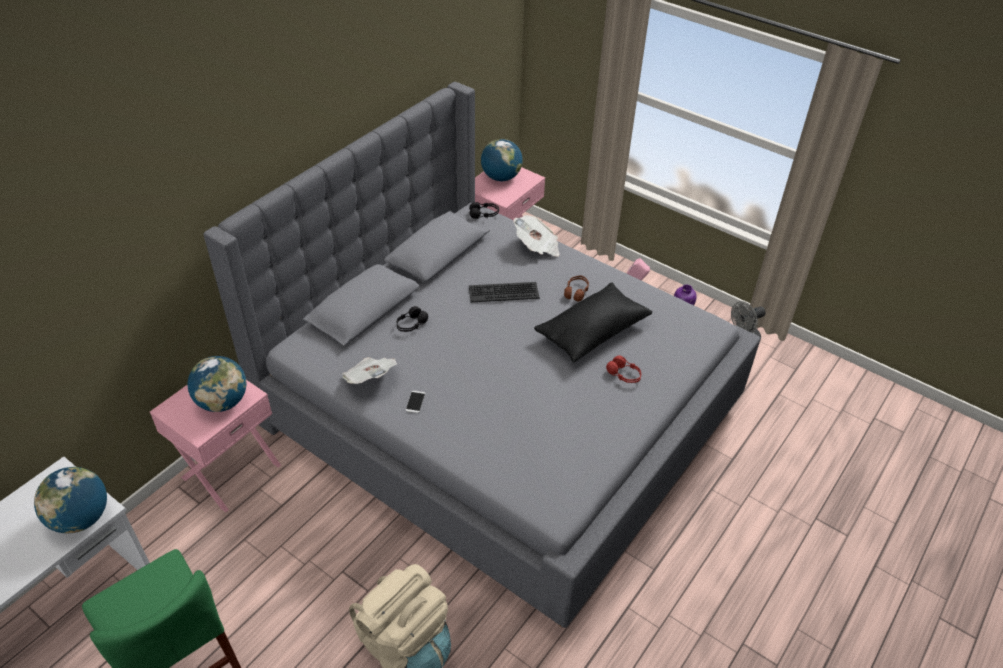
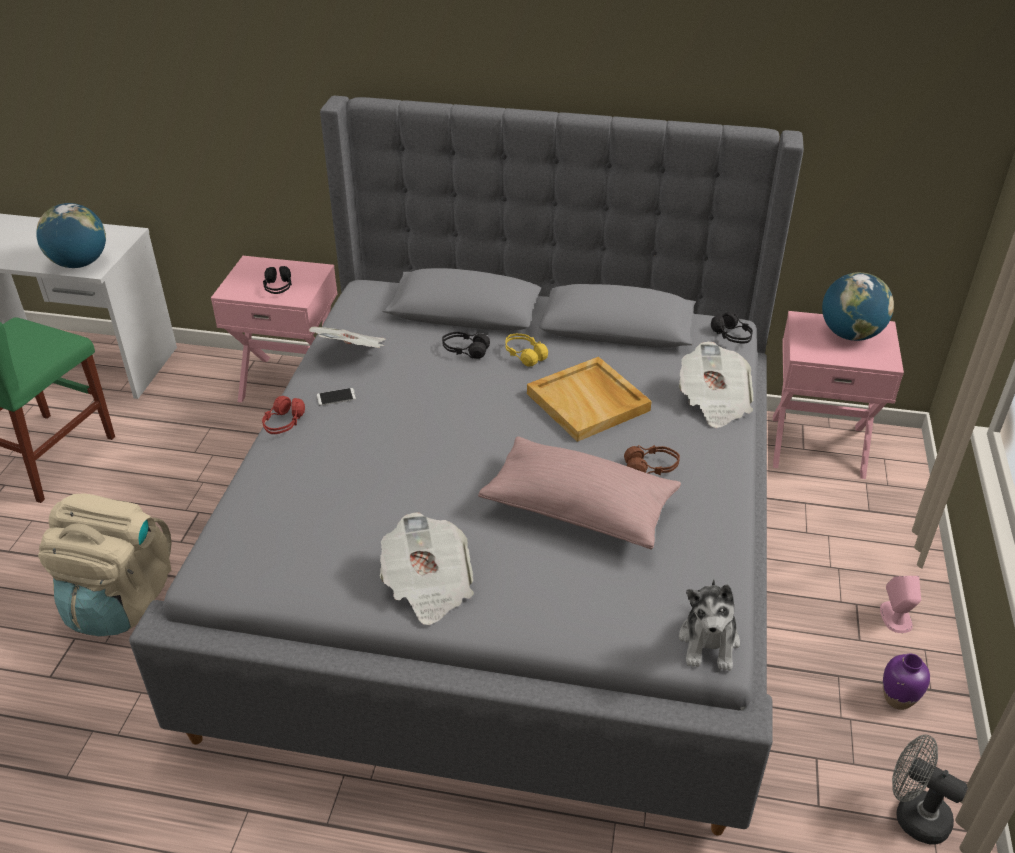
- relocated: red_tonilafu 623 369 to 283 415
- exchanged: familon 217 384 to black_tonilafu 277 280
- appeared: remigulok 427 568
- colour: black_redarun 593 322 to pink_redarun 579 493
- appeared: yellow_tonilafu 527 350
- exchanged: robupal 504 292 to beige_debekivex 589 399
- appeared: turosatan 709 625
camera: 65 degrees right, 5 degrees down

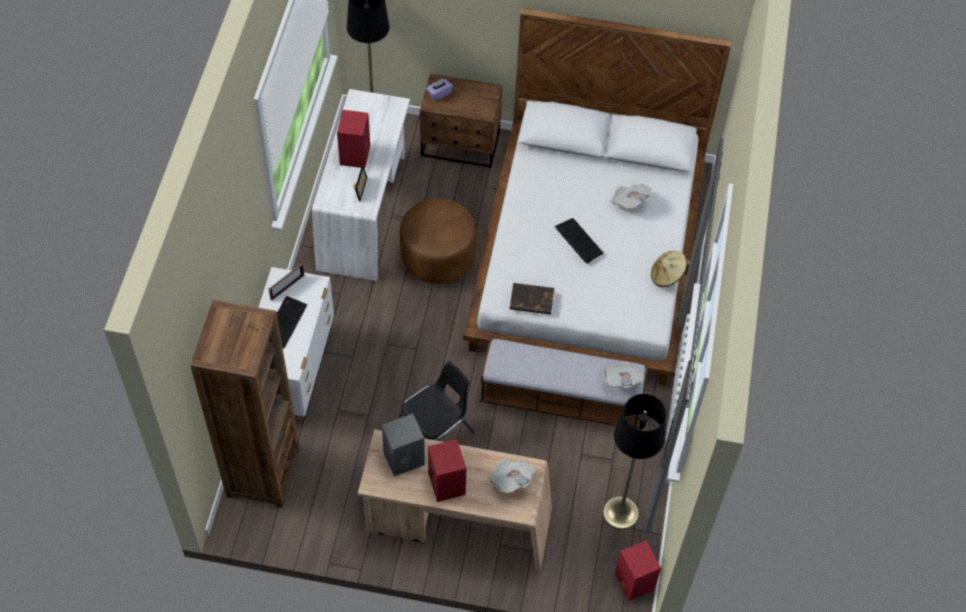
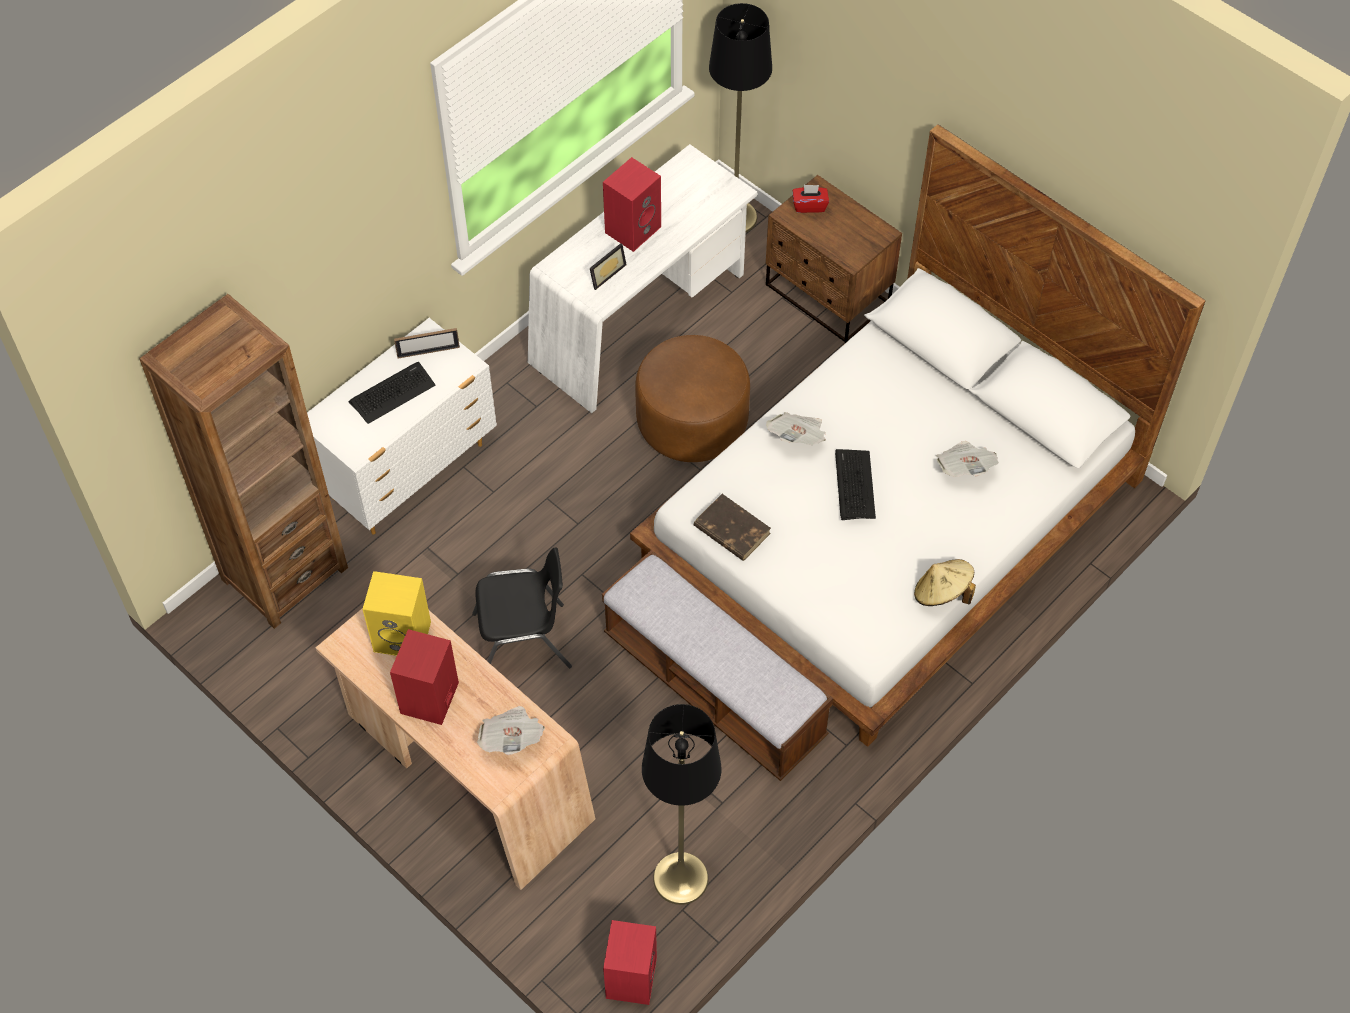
- colour: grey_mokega 403 445 to yellow_mokega 396 613
- relocated: remigulok 624 374 to 796 428
- colour: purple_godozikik 439 89 to red_godozikik 811 199
camera: 35 degrees right, 0 degrees up

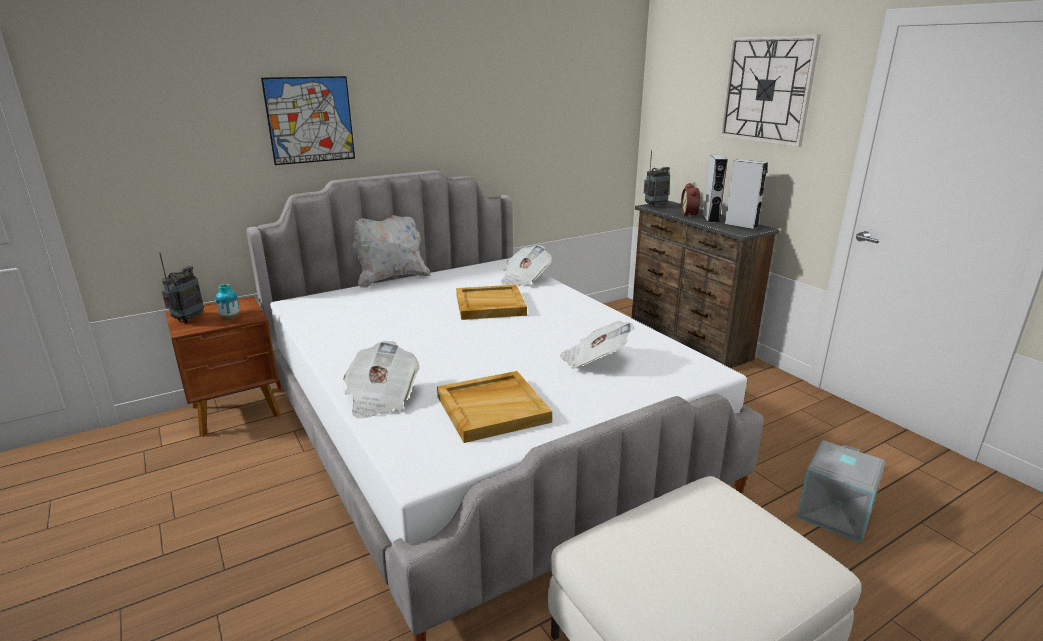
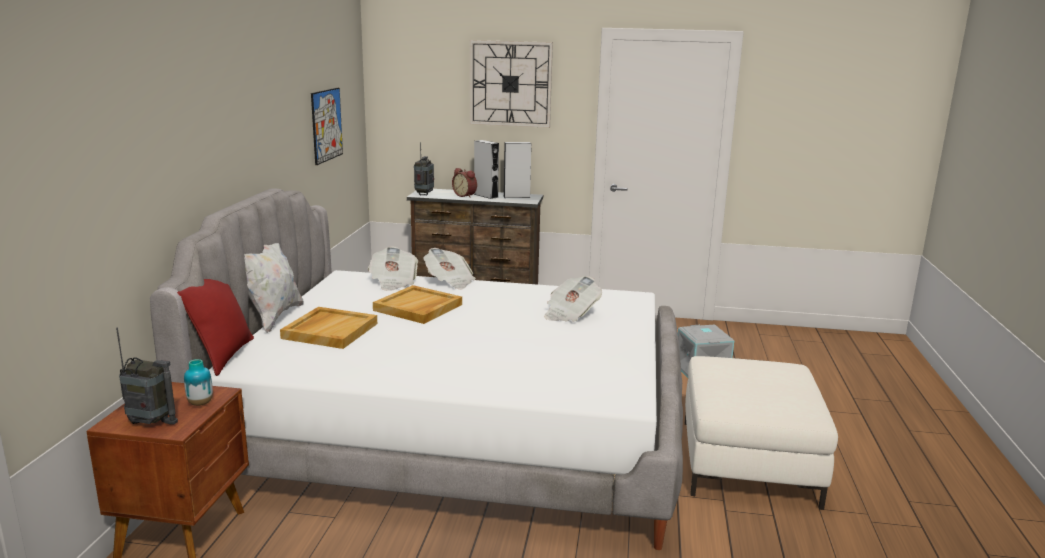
- spun: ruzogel 181 287 = 147 376 135 degrees clockwise
- appeared: red_redarun 215 327
- relocated: beige_debekivex 494 407 to 328 328
- relocated: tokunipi 308 120 to 327 126
- relocated: remigulok 381 379 to 449 269
camera: 50 degrees left, 5 degrees down

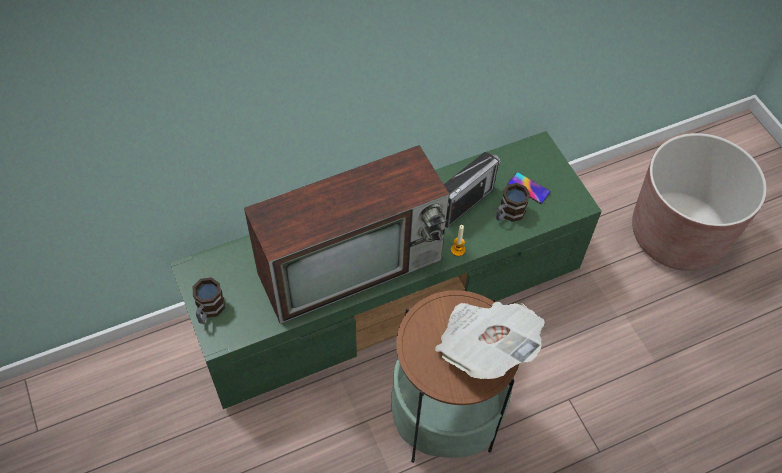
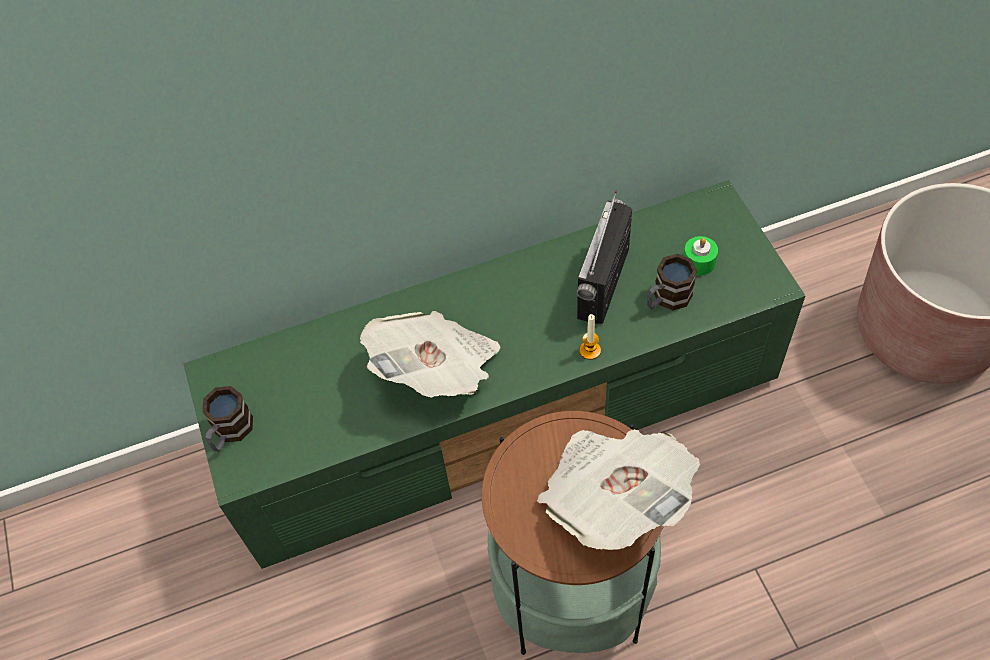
- exchanged: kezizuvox 346 234 to remigulok 430 354
- spun: ruzogel 472 190 = 604 257 150 degrees clockwise
- exchanged: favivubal 529 188 to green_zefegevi 701 255
camera: 10 degrees right, 0 degrees up

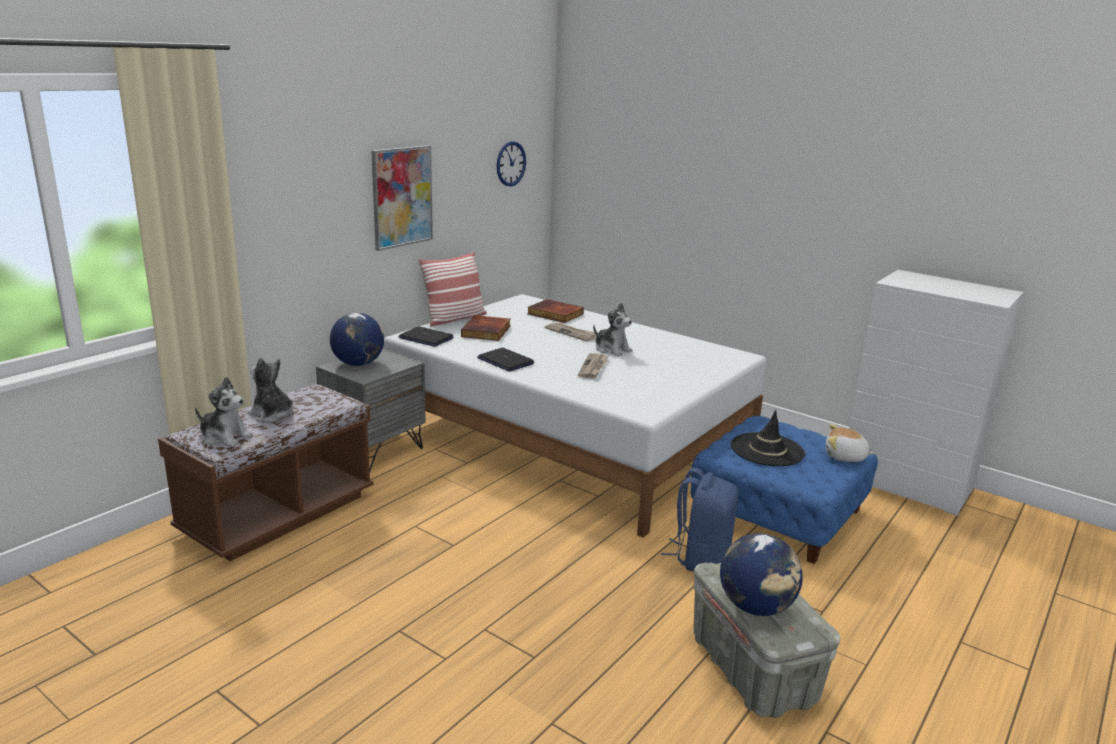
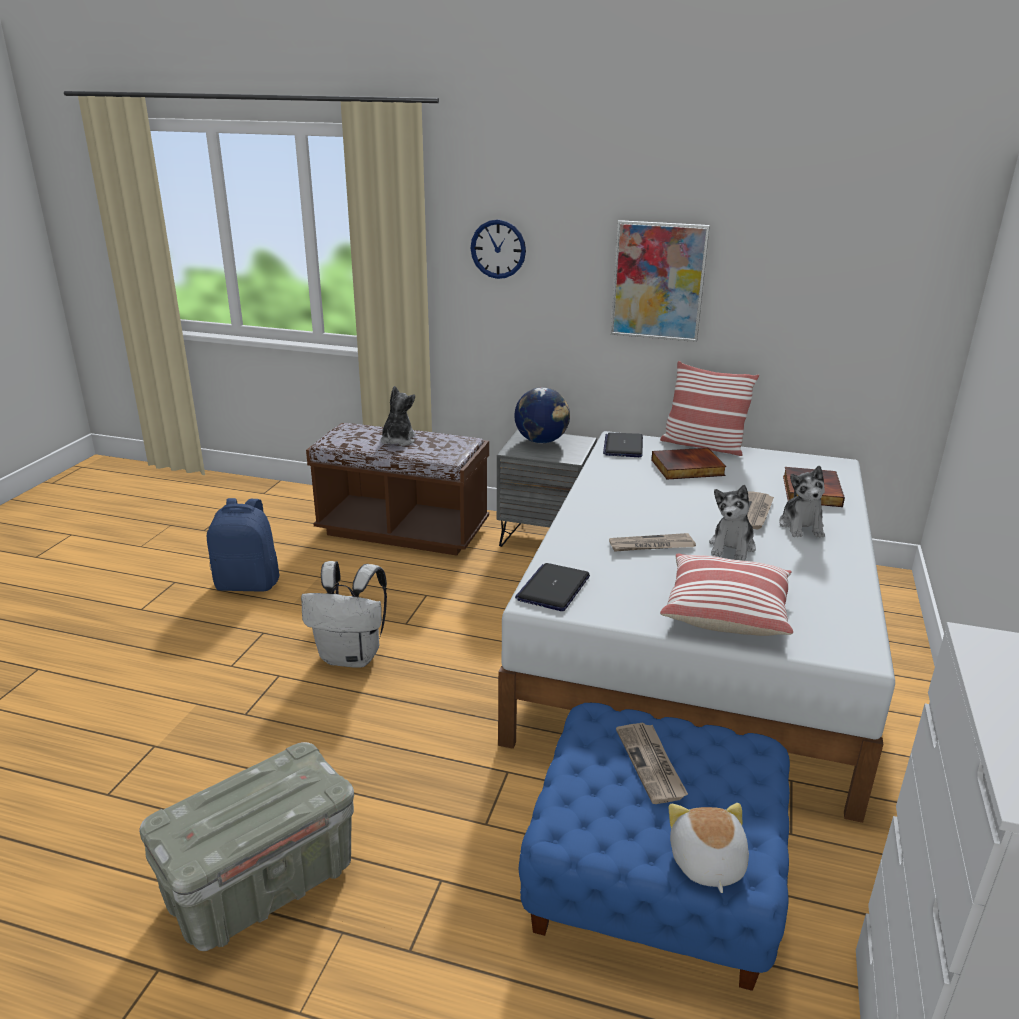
- relocated: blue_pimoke 699 520 to 243 545
- appeared: white_pimoke 344 614
- relocated: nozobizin 511 164 to 498 249
- relocated: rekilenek 505 360 to 552 587
- exchanged: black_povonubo 768 438 to remigulok 652 763
- appeared: redarun 726 594
- relocated: turosatan 224 412 to 802 502
- missing: familon 761 574
camera: 70 degrees right, 5 degrees up

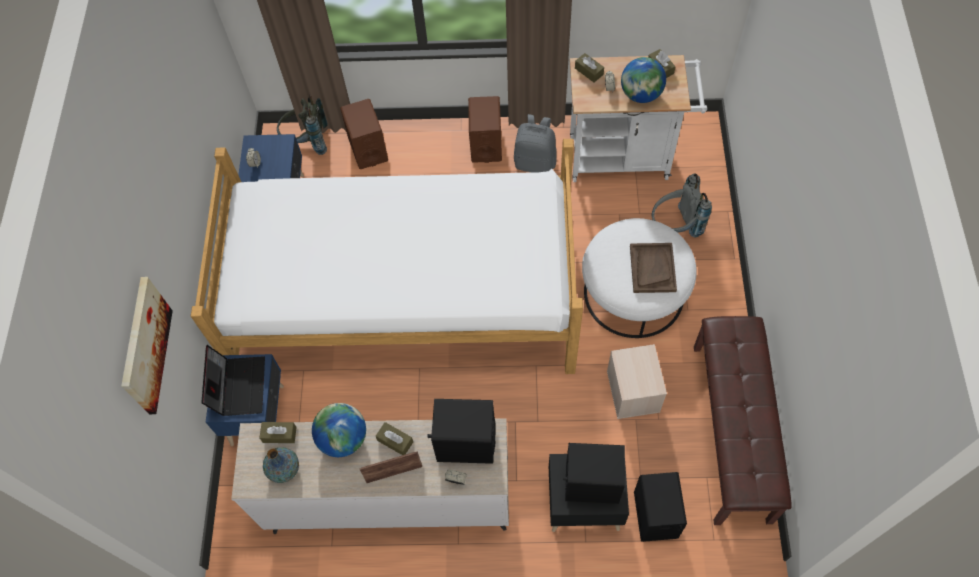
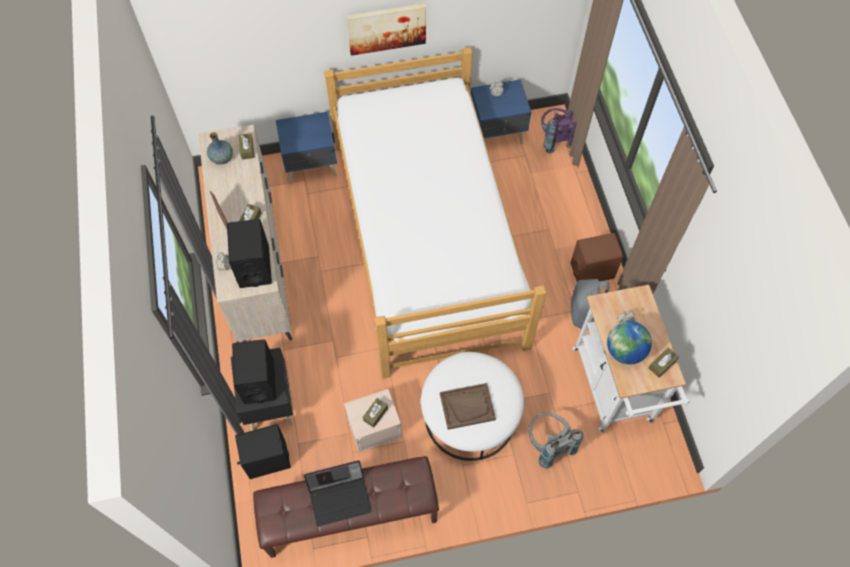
- relocated: rekilenek 233 380 to 337 493
- relocated: tokunipi 147 345 to 386 29
- relocated: brown_godozikik 589 67 to 375 413
- colour: grey_pimoke 302 125 to purple_pimoke 559 131
- missing: familon 339 430
- missing: brown_mokega 364 134
camera: 75 degrees right, 0 degrees up

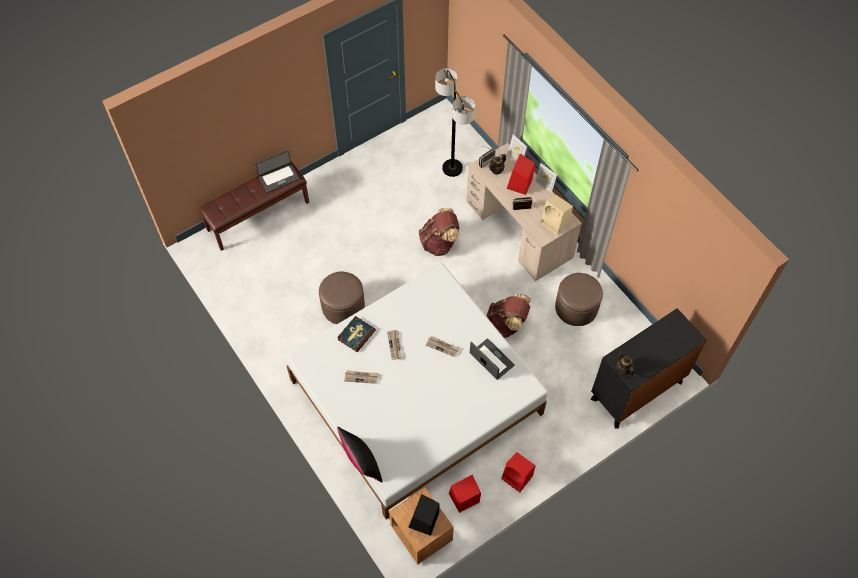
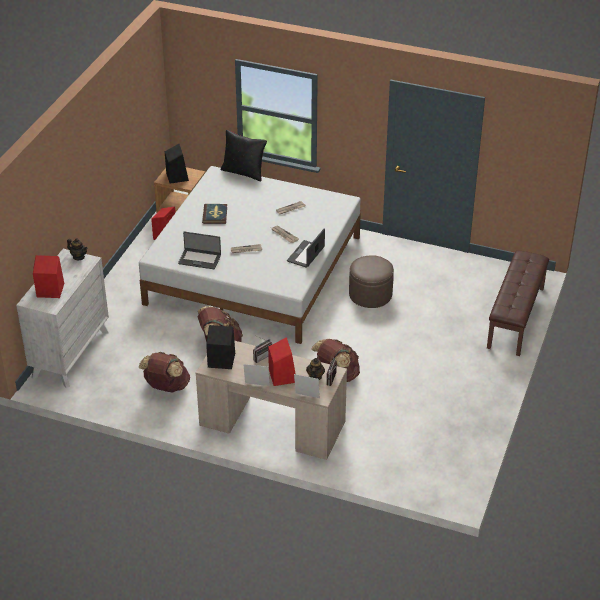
- colour: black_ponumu 649 368 to white_ponumu 62 318
- relocated: red_mokega 518 472 to 48 276
- exchanged: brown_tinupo 579 299 to brown_pimoke 164 372
- relocated: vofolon 356 334 to 214 214
- colour: beige_mokega 556 215 to black_mokega 220 347
- relocated: rekilenek 277 171 to 306 248
- missing: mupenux 455 122
camera: 145 degrees right, 20 degrees down

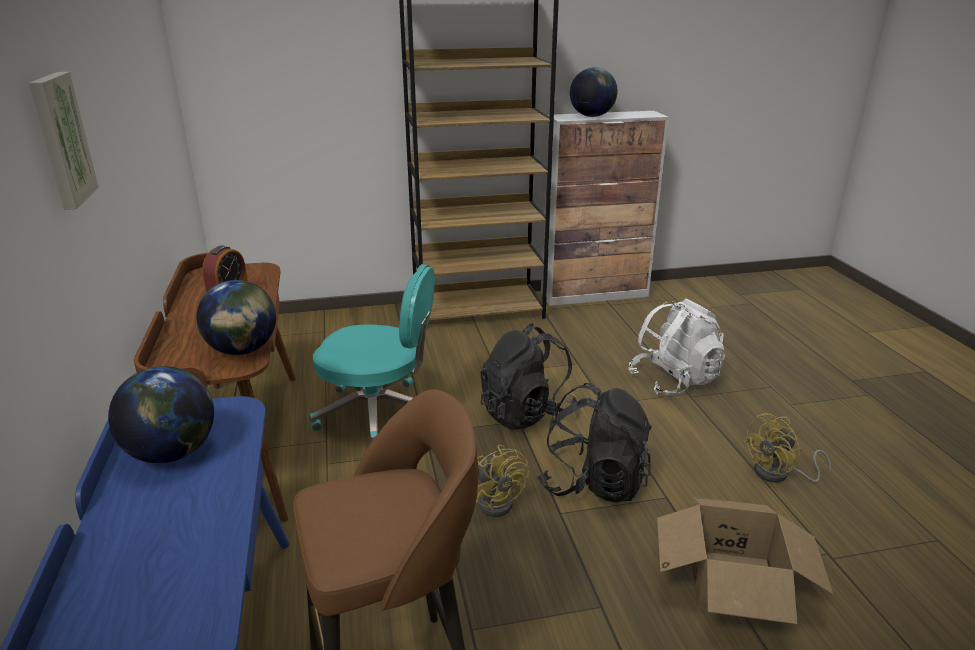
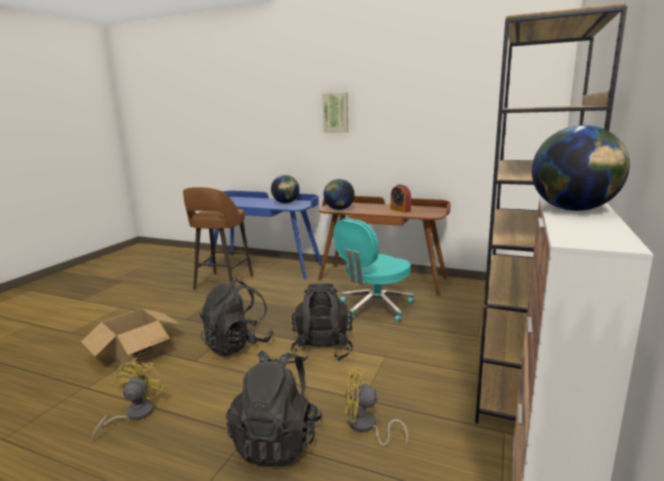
- colour: white_pimoke 677 346 to black_pimoke 274 408
- relocated: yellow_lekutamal 502 481 to 376 406
camera: 125 degrees right, 10 degrees down

